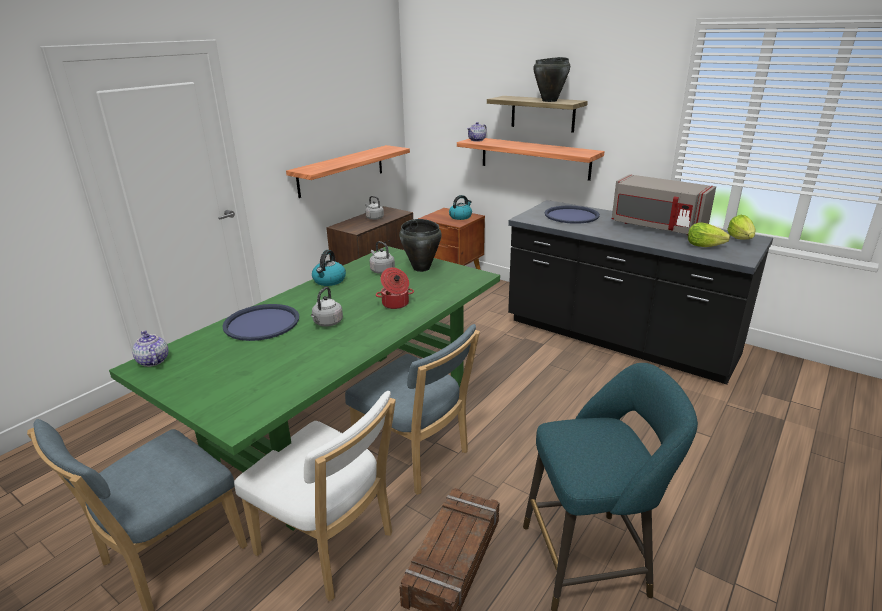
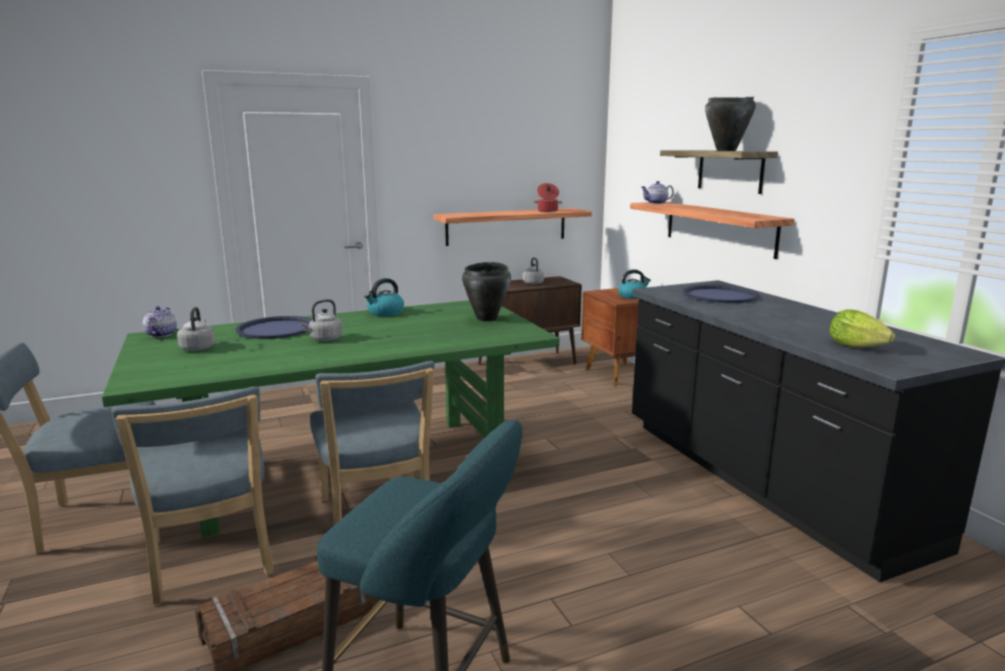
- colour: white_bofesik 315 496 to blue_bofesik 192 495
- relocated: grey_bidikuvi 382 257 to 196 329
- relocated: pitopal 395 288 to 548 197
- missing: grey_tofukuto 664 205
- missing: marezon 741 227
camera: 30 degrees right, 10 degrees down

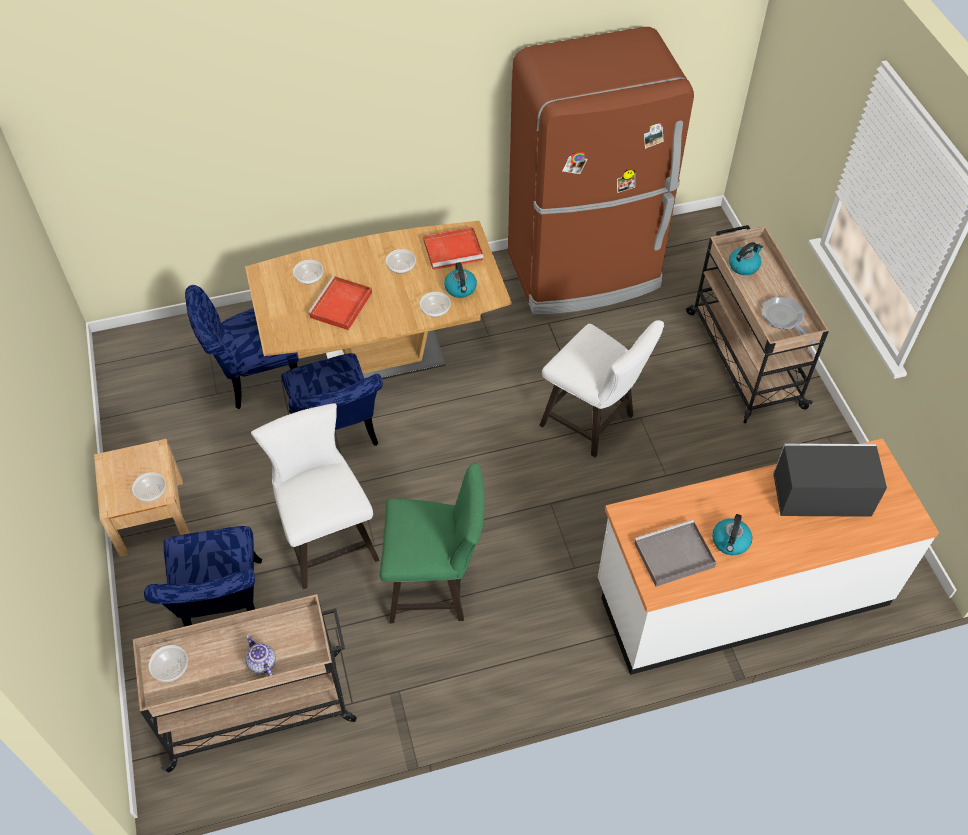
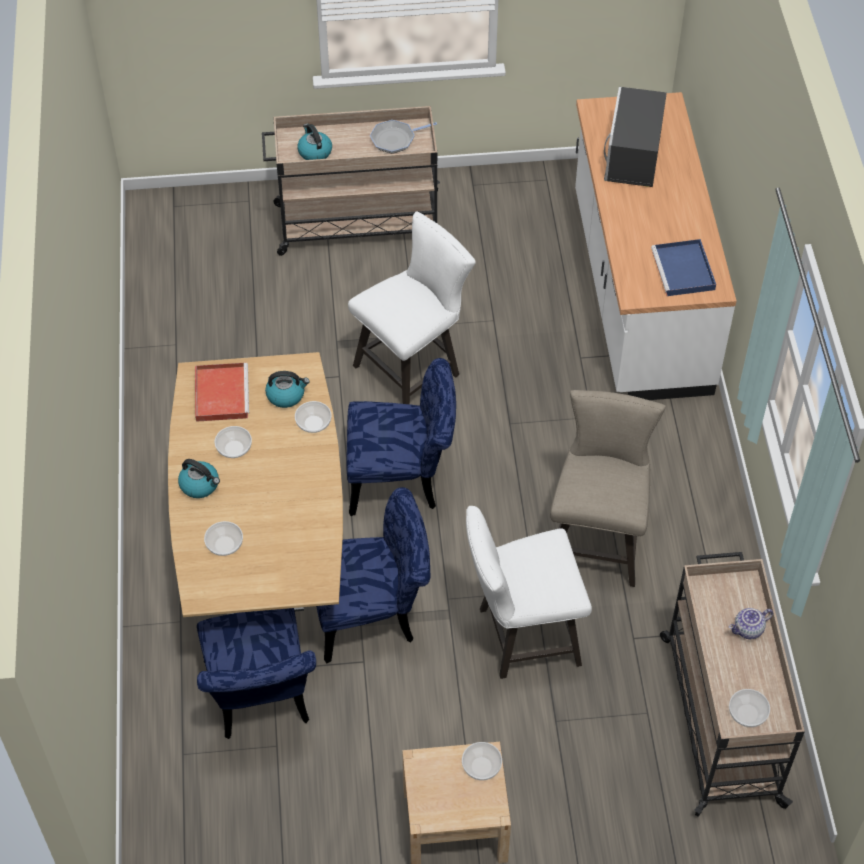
- relocated: bidikuvi 732 534 to 199 478
- relocated: blue_bofesik 203 576 to 401 437
- colour: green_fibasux 432 543 to beige_fibasux 608 488
- colour: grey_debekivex 675 553 to blue_debekivex 683 267
- missing: red_debekivex 340 303
- missing: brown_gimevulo 601 170
camera: 80 degrees left, 0 degrees up

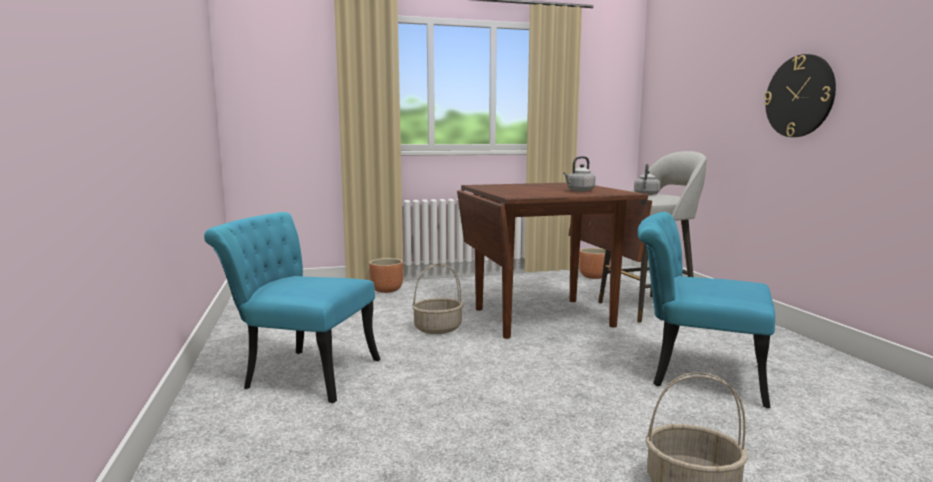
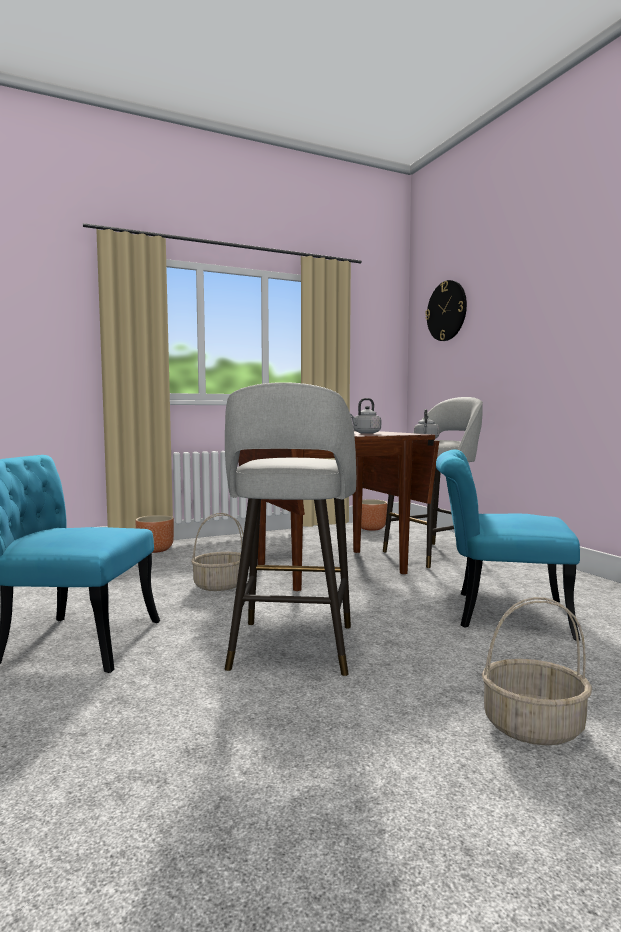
- appeared: grey_fibasux 290 529
- relocated: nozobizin 800 95 to 446 310
camera: 10 degrees left, 5 degrees down

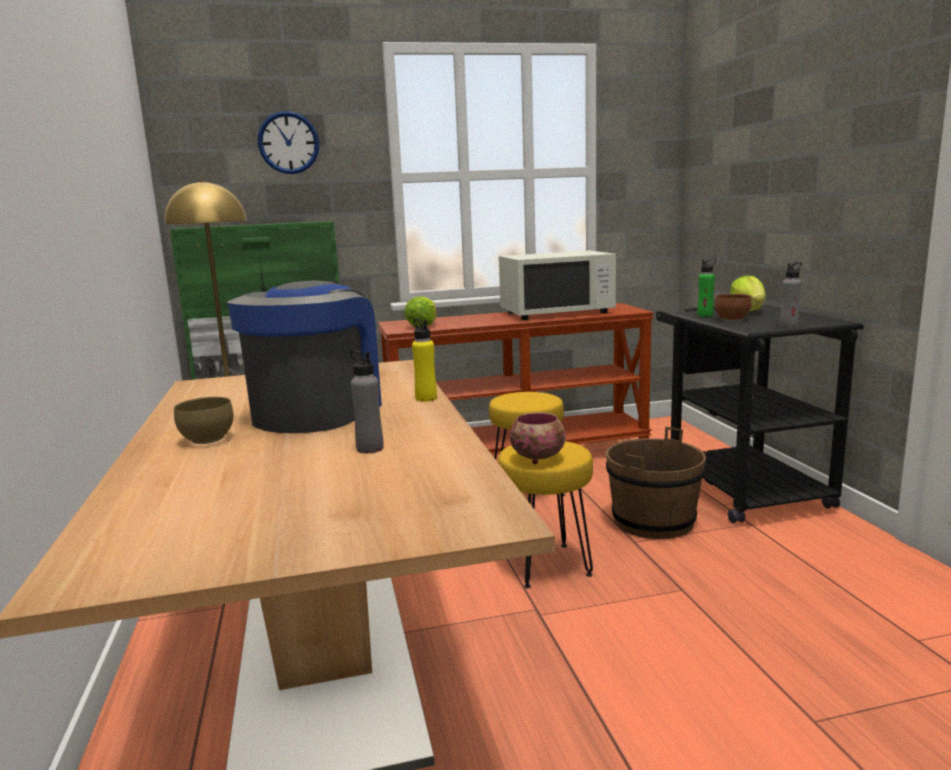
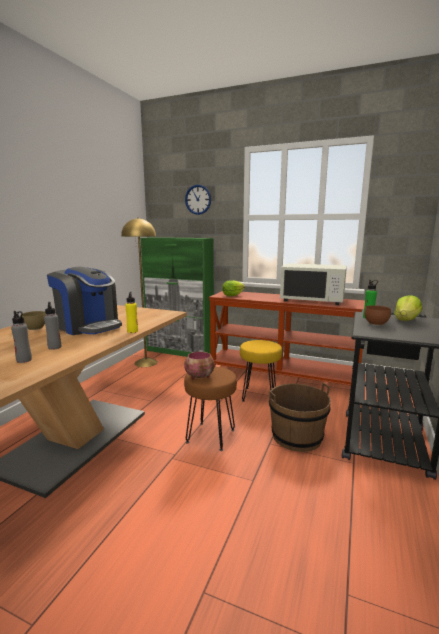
- relocated: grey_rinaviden 791 295 to 21 337
- spun: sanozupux 304 356 = 84 301 75 degrees clockwise
- colour: yellow_fibasux 545 514 to brown_fibasux 210 409
camera: 35 degrees right, 0 degrees up

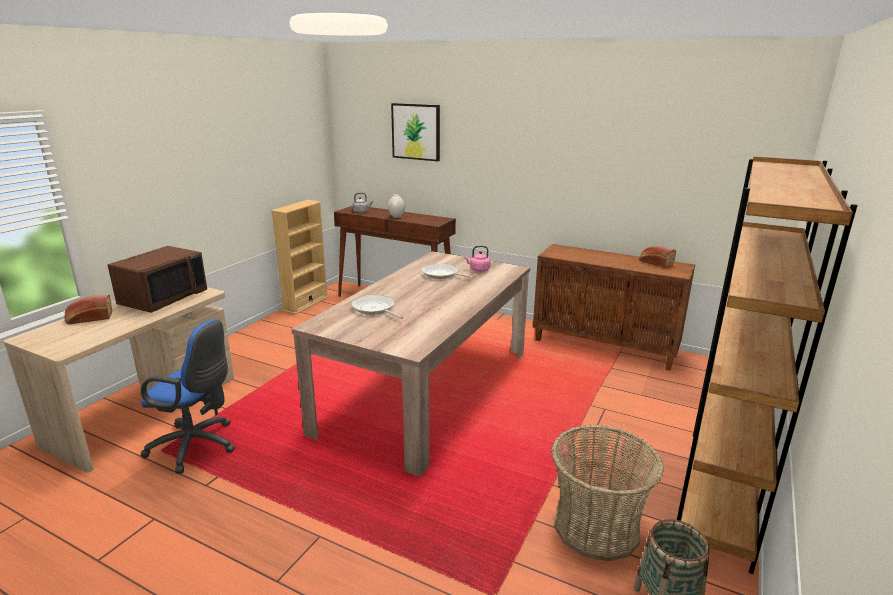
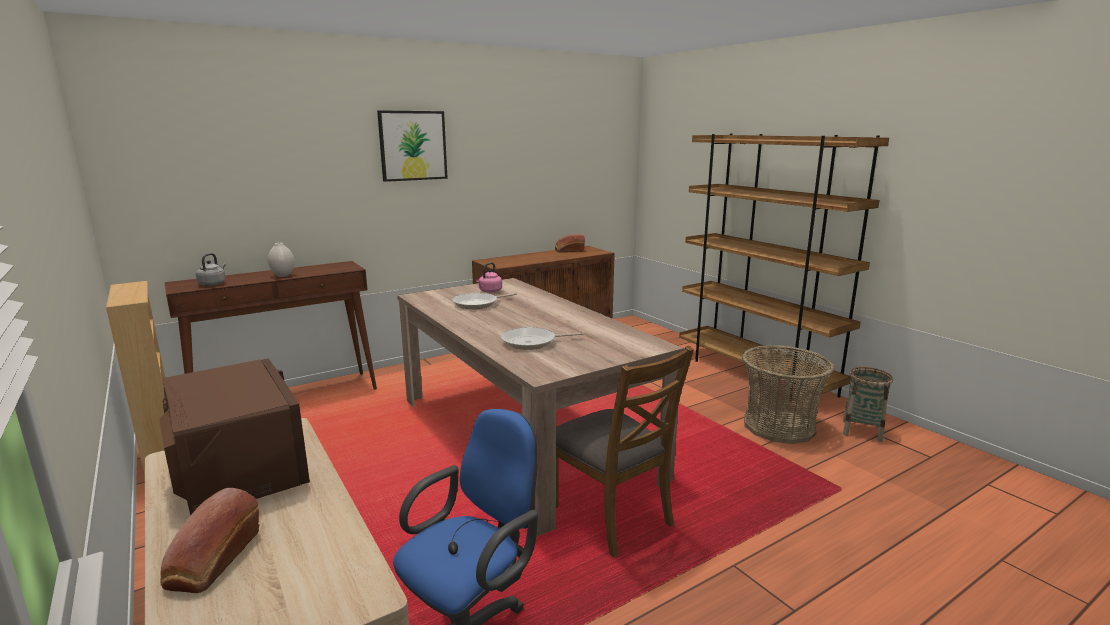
- relocated: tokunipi 415 132 to 412 146
- appeared: brown_bofesik 625 451
camera: 60 degrees left, 5 degrees down

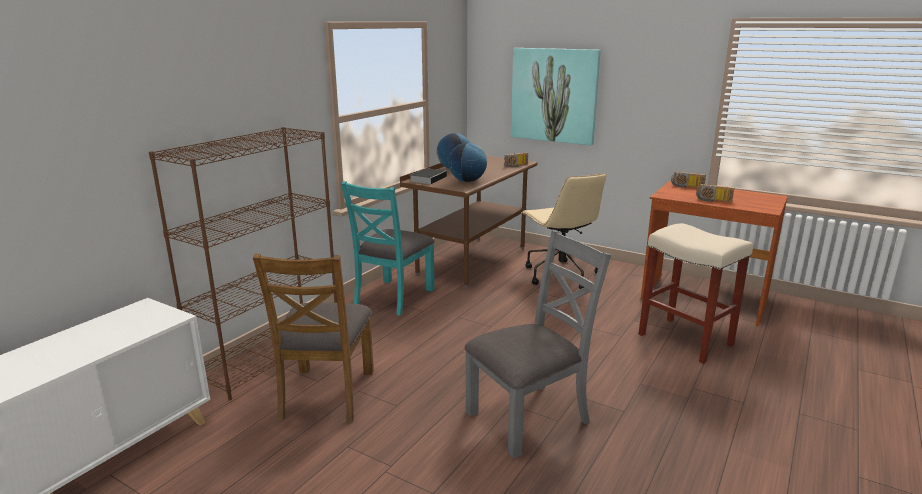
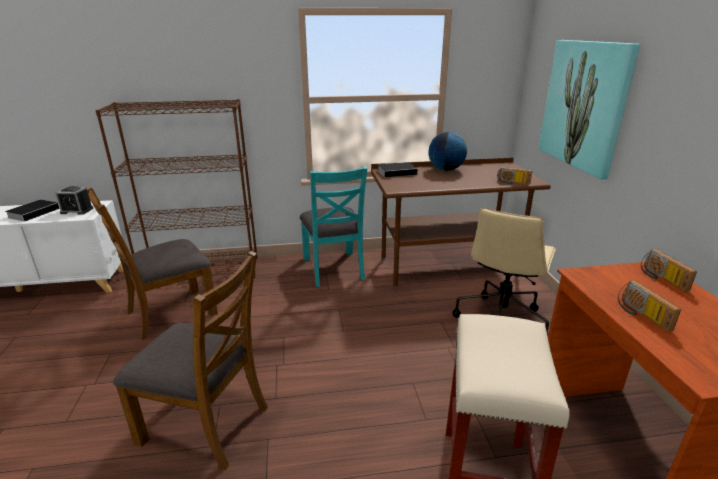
- appeared: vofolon 32 210
- appeared: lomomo 74 200
- colour: grey_bofesik 537 344 to brown_bofesik 190 360
- spun: turquoise_bofesik 388 248 = 333 226 90 degrees counterclockwise
- missing: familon 467 162
camera: 50 degrees right, 5 degrees up

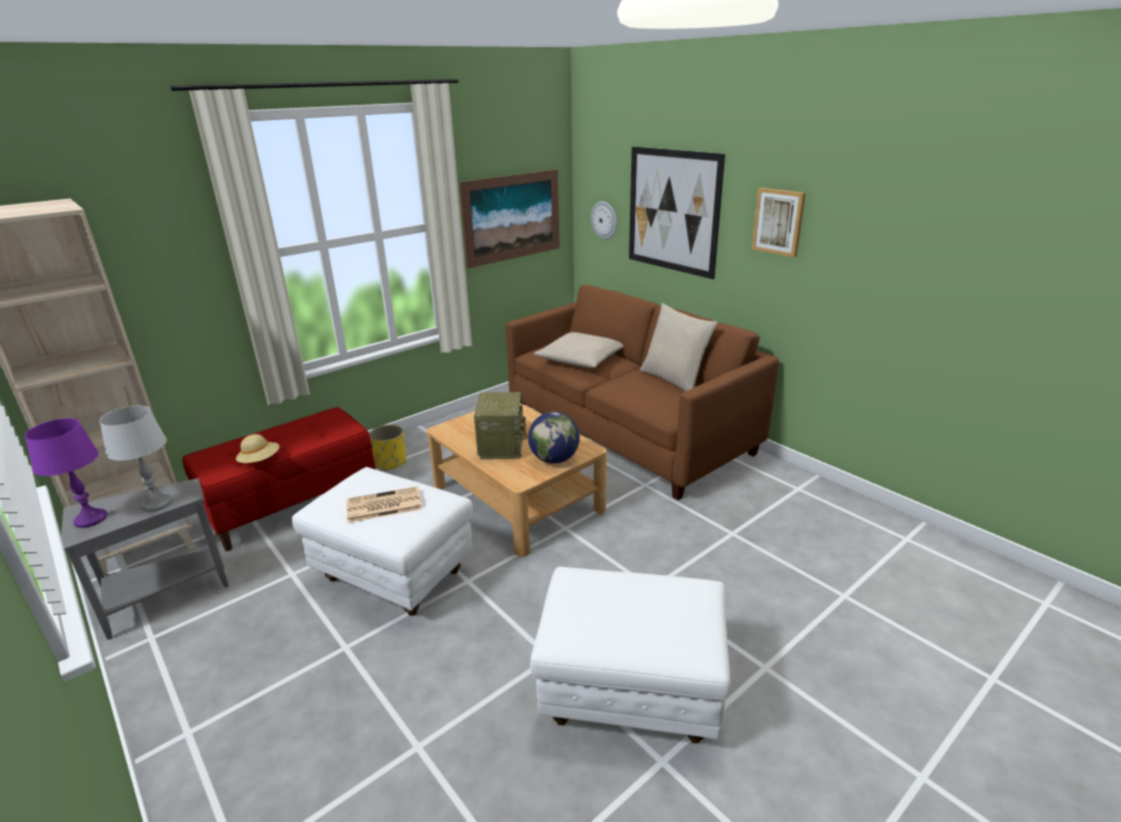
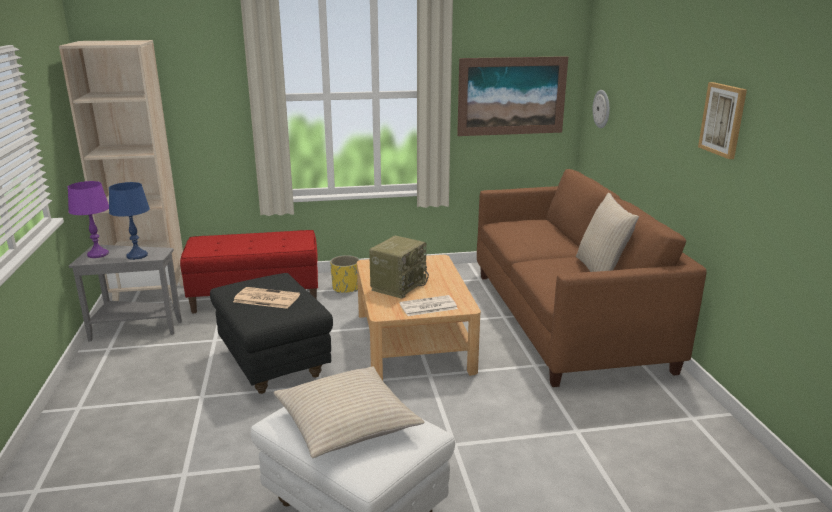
- colour: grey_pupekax 136 458 to blue_pupekax 129 221
- colour: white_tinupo 382 541 to black_tinupo 271 333
- relocated: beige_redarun 578 350 to 349 412
- exchanged: familon 554 438 to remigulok 429 305
- missing: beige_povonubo 257 448
- missing: tokunipi 677 213
camera: 30 degrees right, 5 degrees down

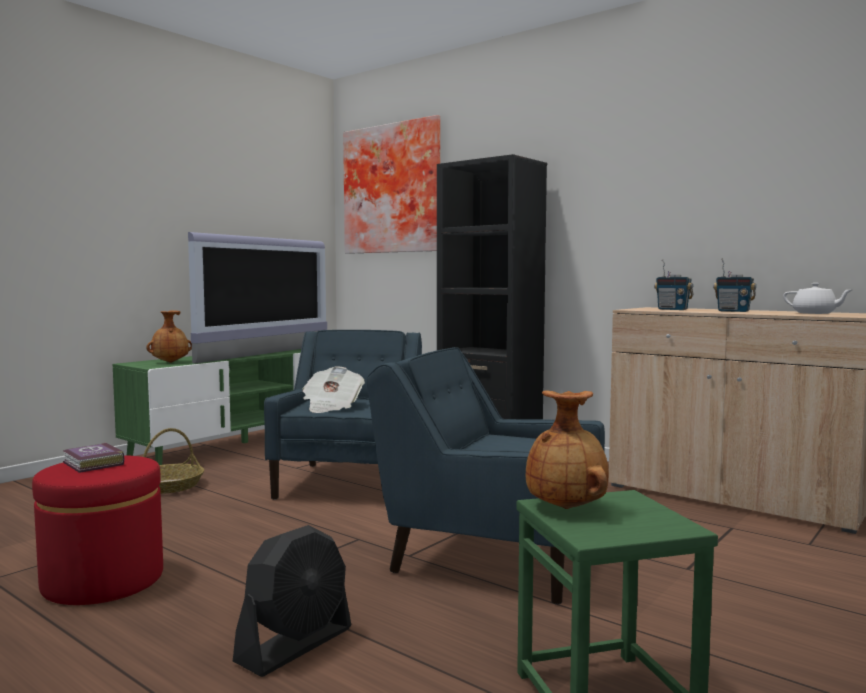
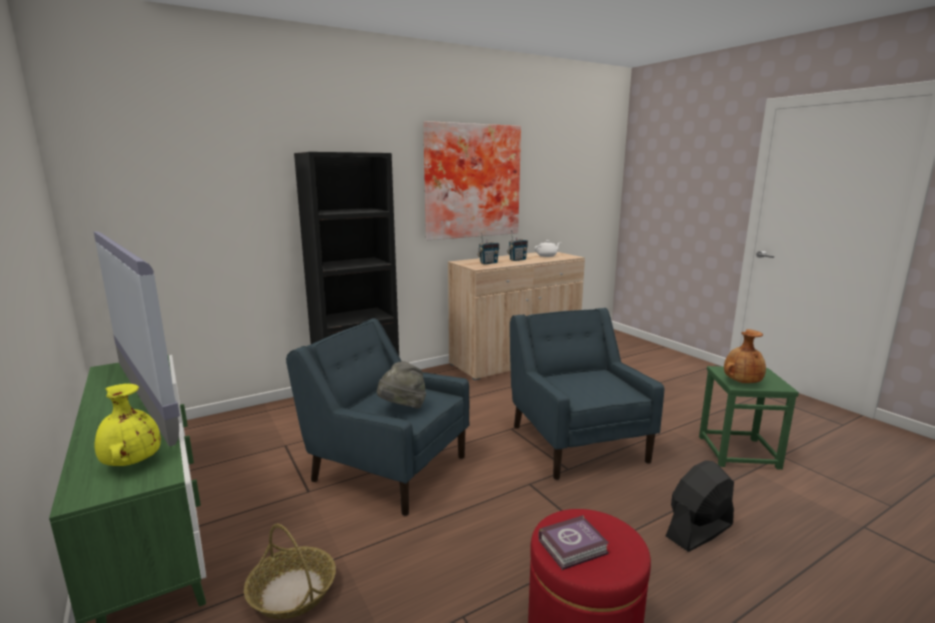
- colour: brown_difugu 169 336 to yellow_difugu 127 424
- exchanged: remigulok 333 389 to grey_povonubo 401 385
- relocated: tokunipi 391 184 to 472 180
- spun: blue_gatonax 486 475 = 587 394 120 degrees clockwise
- spun: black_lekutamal 292 601 = 700 506 90 degrees counterclockwise
camera: 70 degrees left, 10 degrees up

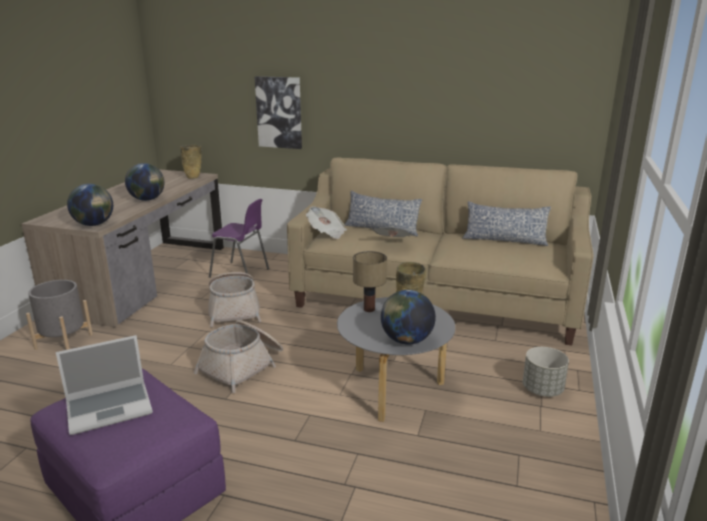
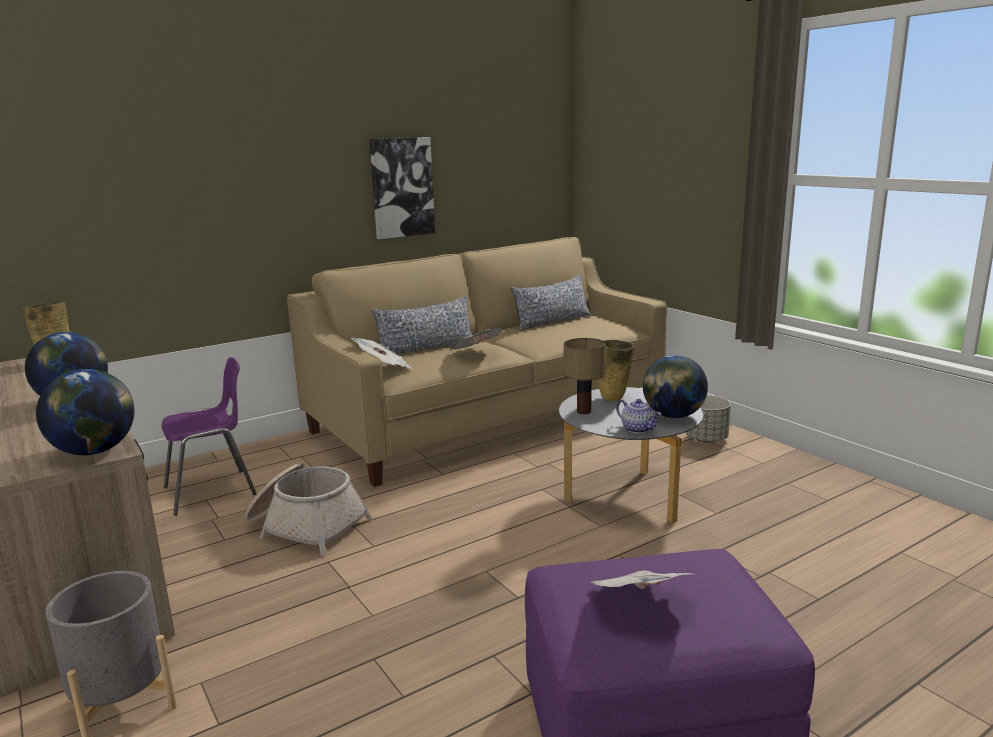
- relocated: tokunipi 278 112 to 402 188
- exchanged: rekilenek 104 385 to remigulok 641 579
- appeared: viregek 638 416
- missing: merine 238 356
camera: 50 degrees left, 5 degrees down

